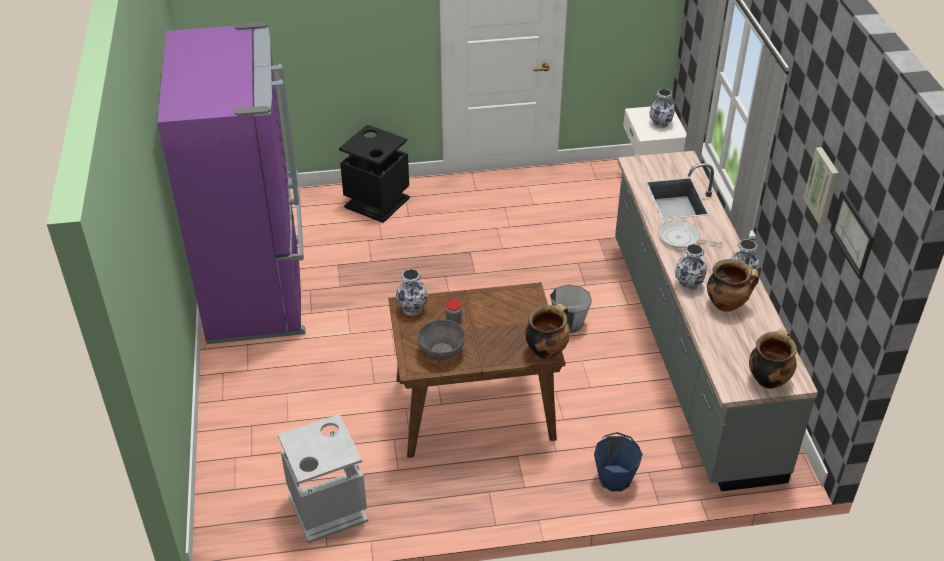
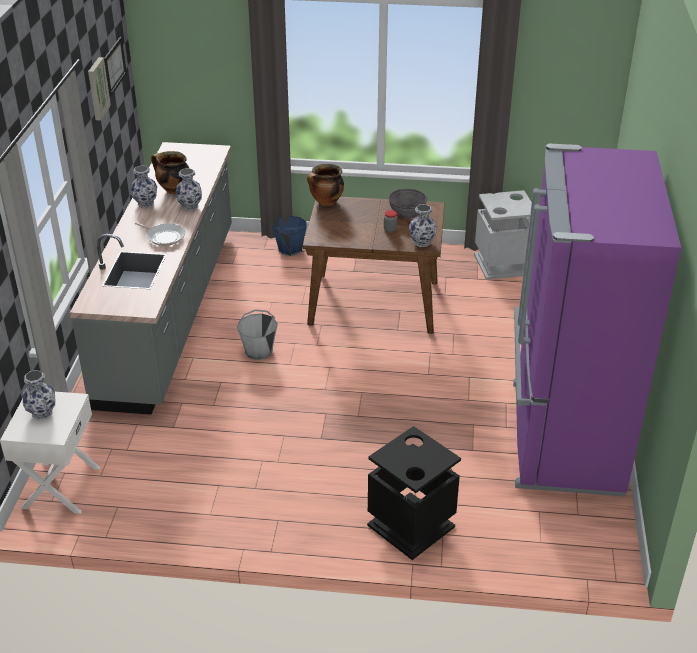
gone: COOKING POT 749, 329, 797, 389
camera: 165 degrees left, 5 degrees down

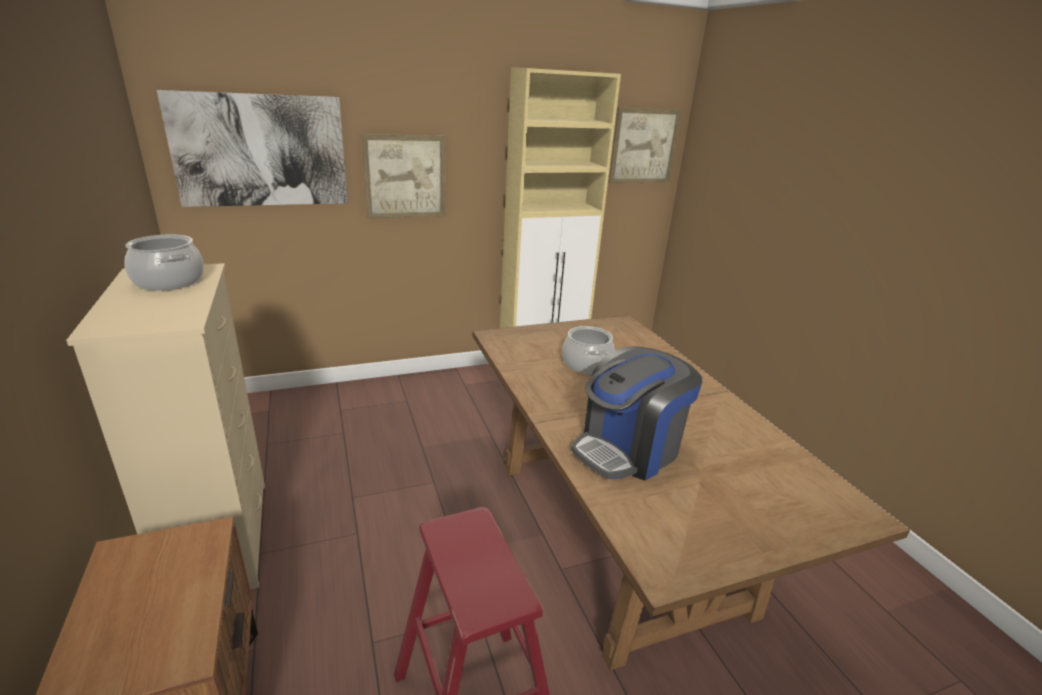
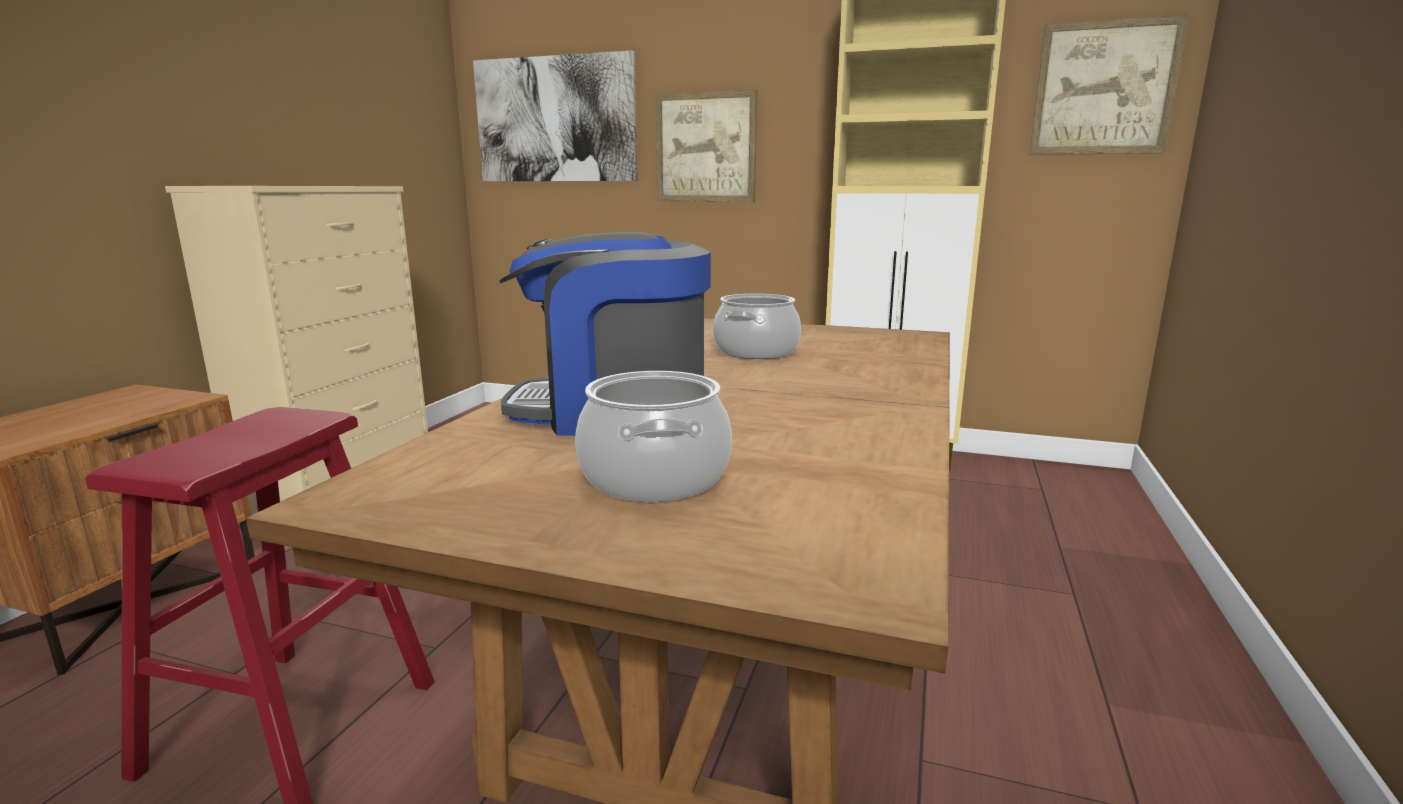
shifted: COOKING POT 124, 234, 204, 291 to 575, 371, 732, 501
camera: 40 degrees right, 10 degrees down

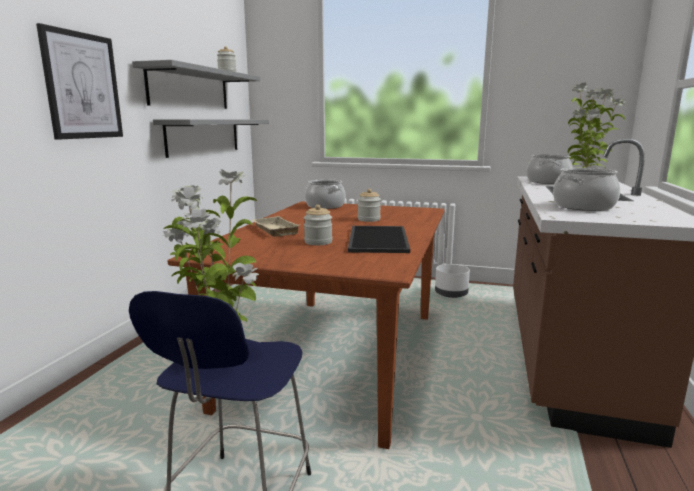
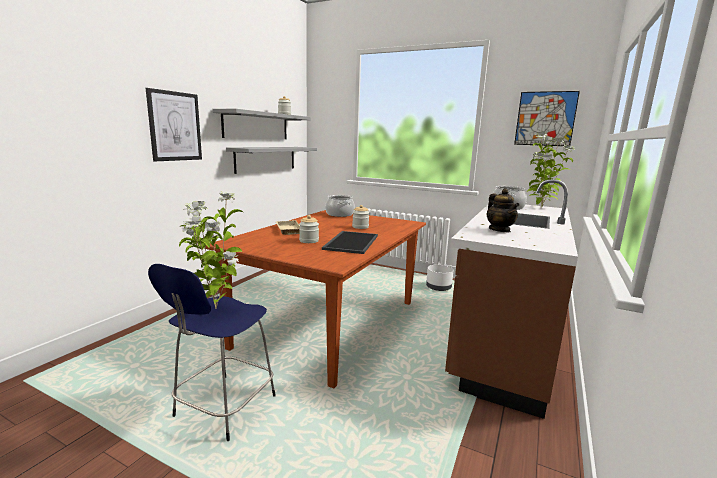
new: PICTURE 514, 91, 580, 146
swapped: COOKING POT 553, 168, 620, 211 to TEAPOT 487, 188, 520, 232
camera: 10 degrees right, 0 degrees up

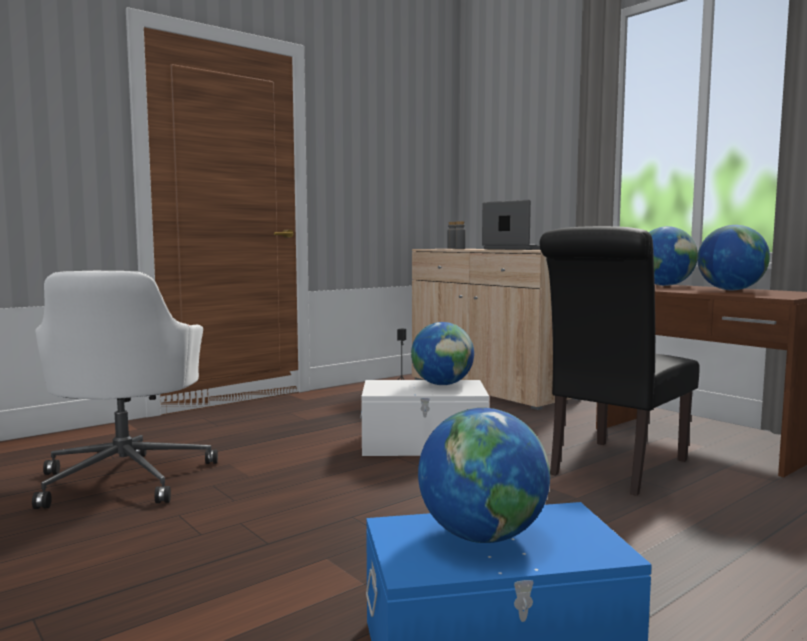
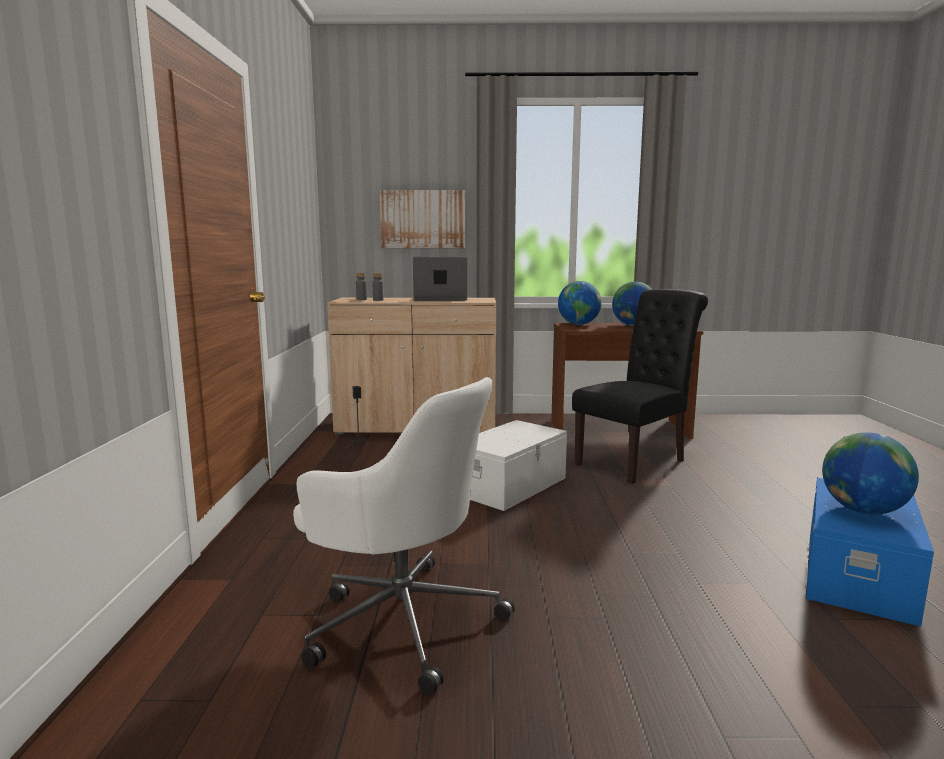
gone: GLOBE 411, 322, 474, 385
new: PICTURE 380, 190, 465, 248
rotated: BLACK CHAIR 539, 226, 700, 496 = 572, 289, 708, 484 120 degrees counterclockwise
camera: 50 degrees left, 5 degrees up

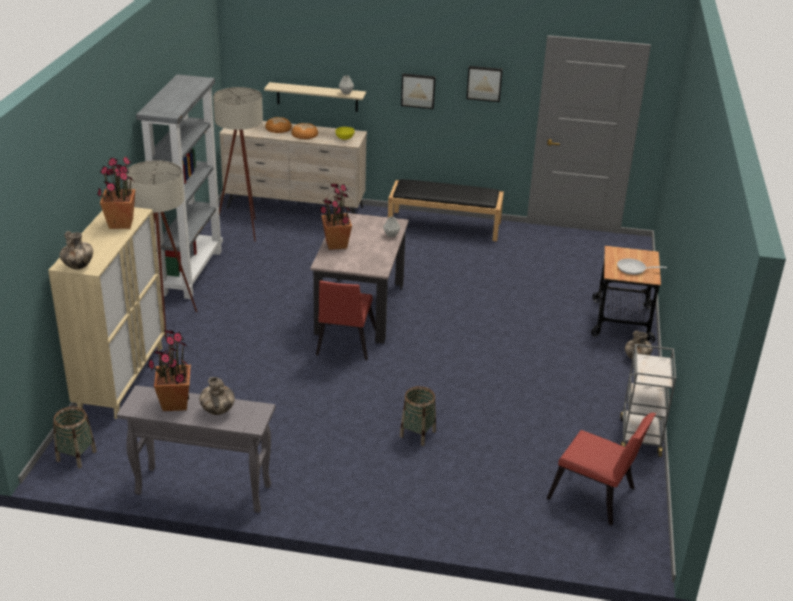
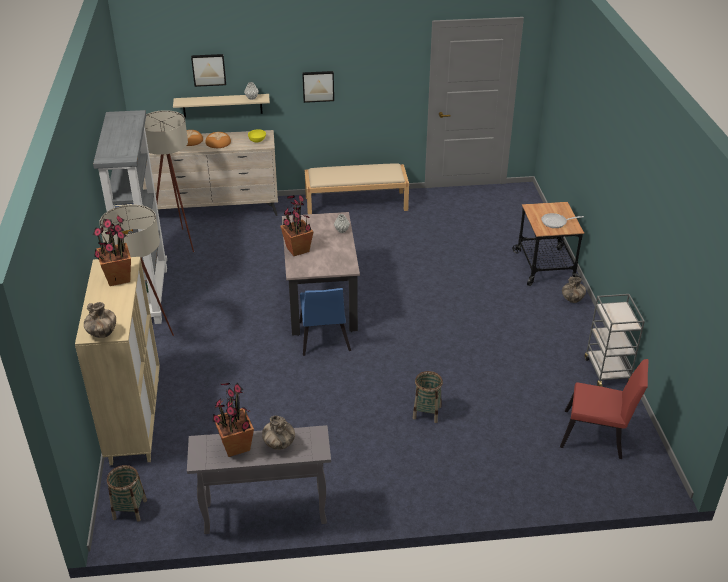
shifted: PICTURE 466, 66, 503, 102 to 191, 54, 226, 87
repainted: BLACK BENCH 388, 179, 504, 241 to BEIGE BENCH 305, 163, 409, 214; RED CHAIR 316, 281, 376, 360 to BLUE CHAIR 299, 288, 351, 356
camera: 15 degrees left, 5 degrees up

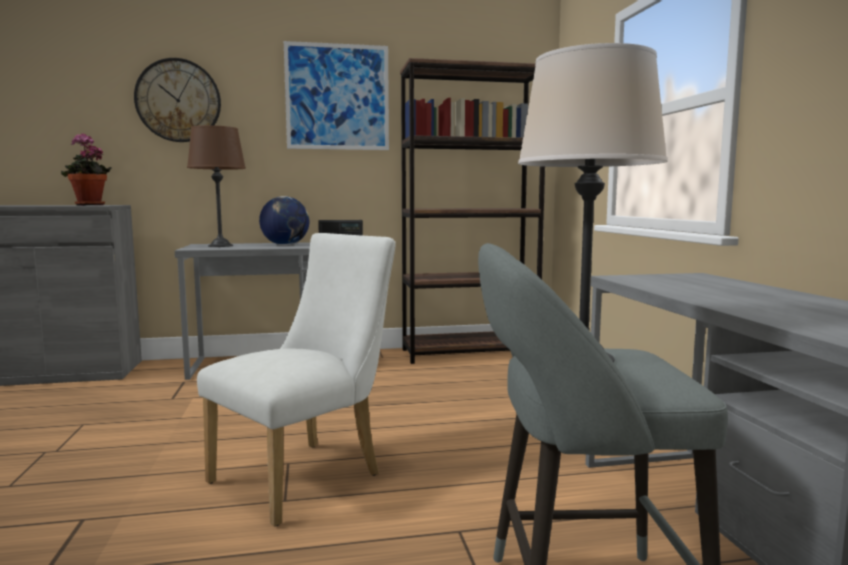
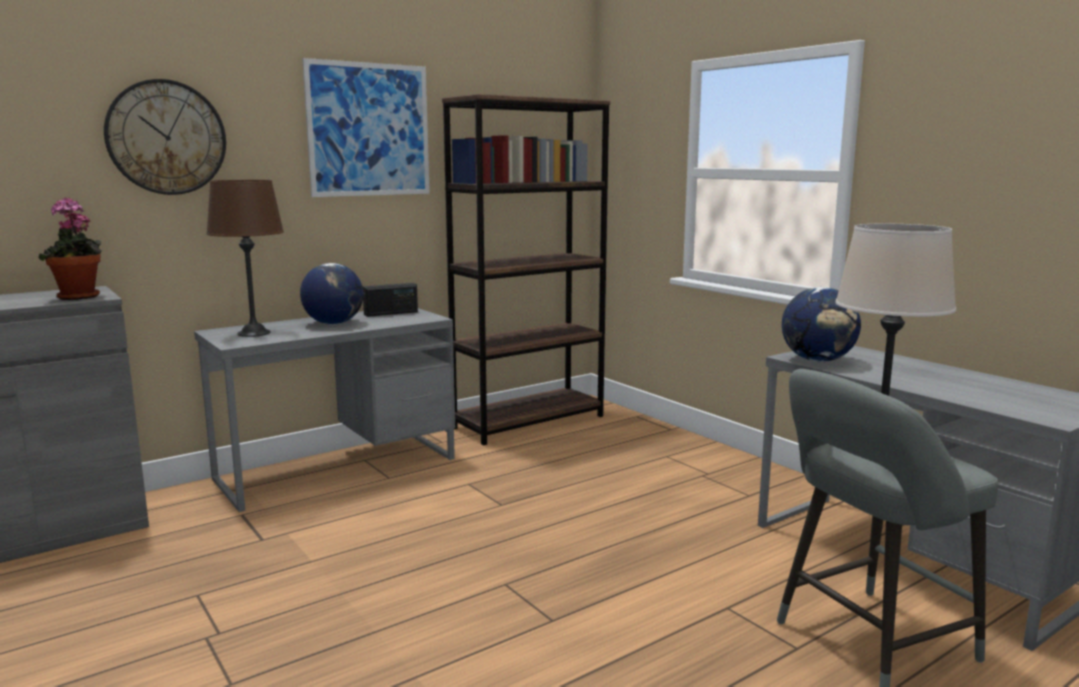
gone: WHITE CHAIR 197, 233, 396, 527
new: GLOBE 782, 287, 861, 362
camera: 25 degrees left, 5 degrees up

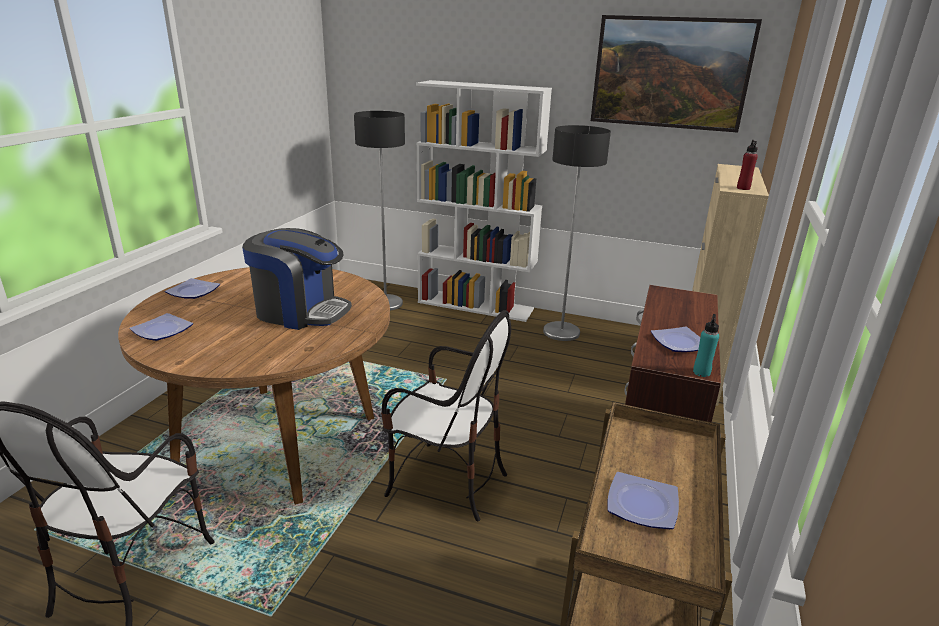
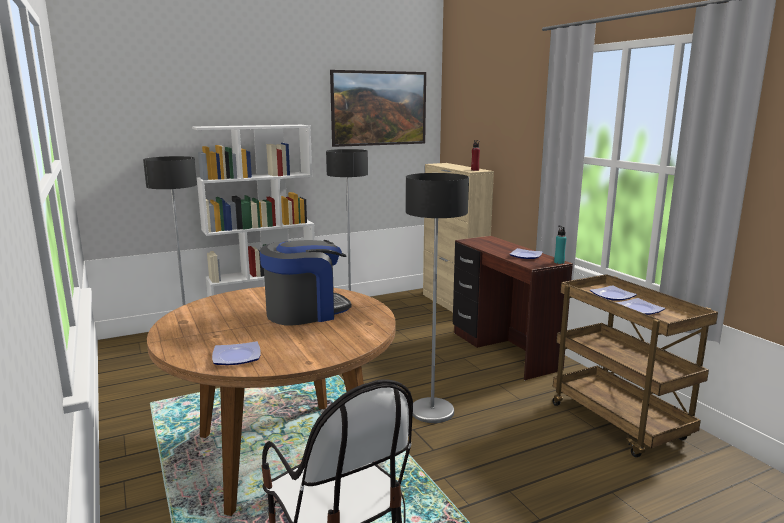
shifted: PLATE 165, 278, 220, 299 to 590, 285, 637, 301
swapped: CHAIR 381, 310, 511, 521 to FLOOR LAMP 405, 173, 469, 423
camera: 45 degrees left, 10 degrees down

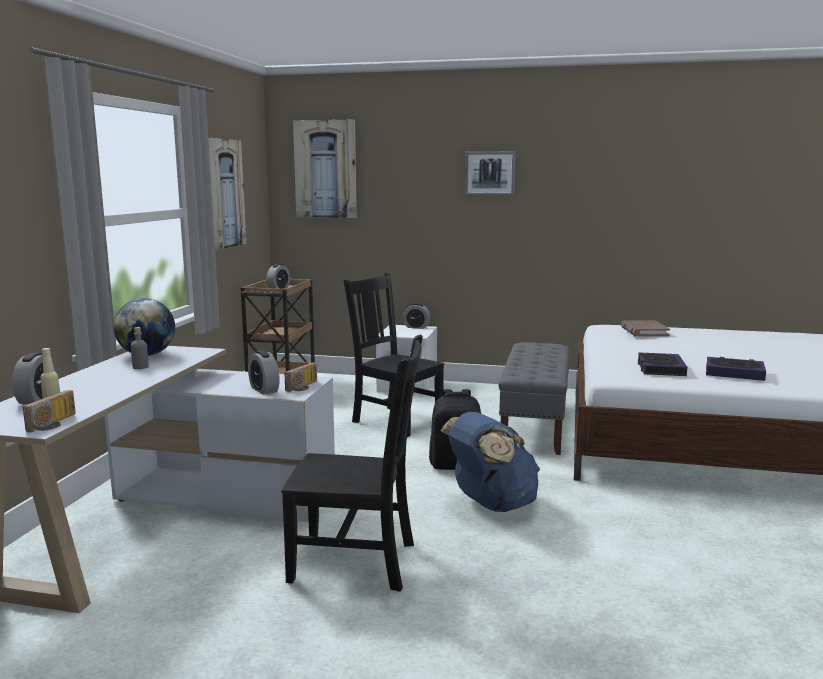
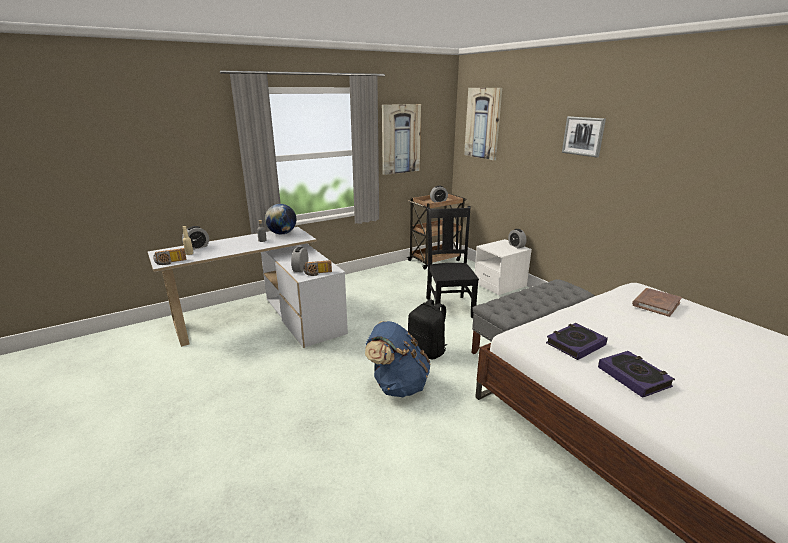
gone: BLACK CHAIR 281, 335, 423, 592
camera: 45 degrees right, 10 degrees up

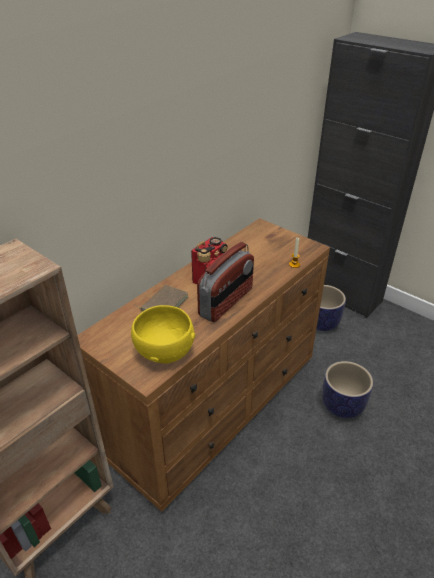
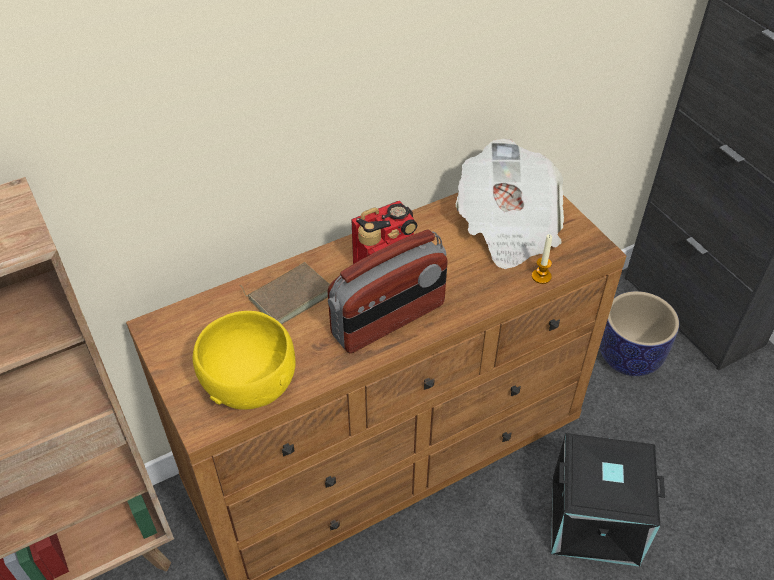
new: NEWSPAPER 455, 139, 564, 269
swapped: PLANTER 322, 361, 373, 418 to BLACK STORAGE BOX 551, 433, 665, 567
camera: 20 degrees right, 10 degrees up

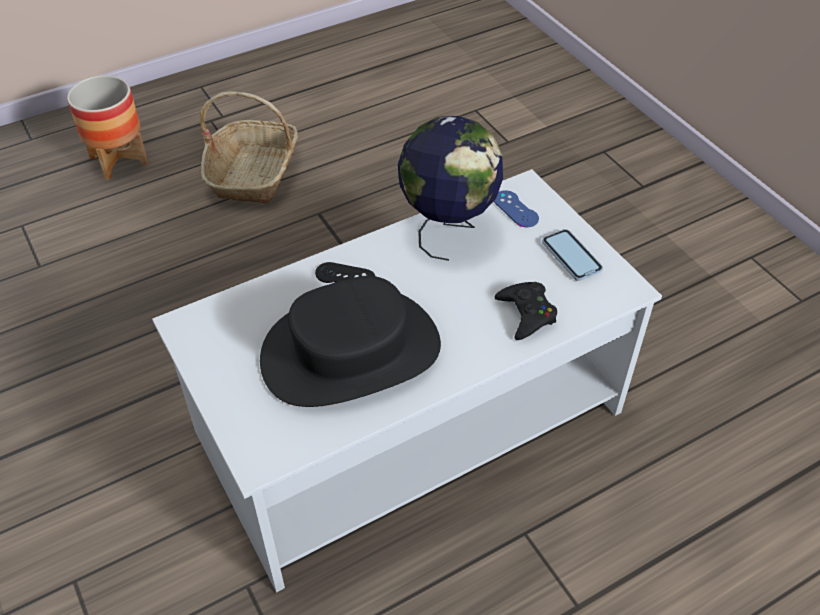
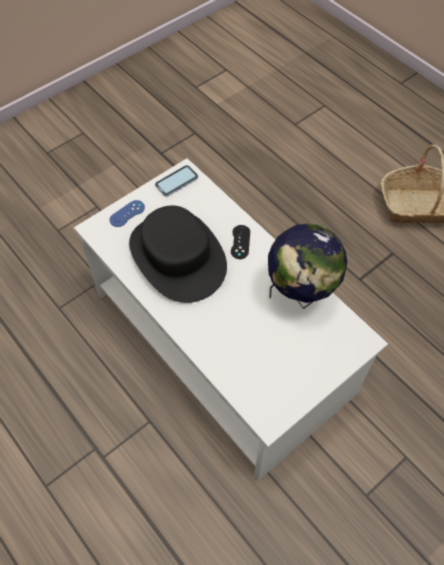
gone: PLANTER 67, 75, 148, 180; BLACK GAME CONTROLLER 495, 282, 557, 340
shifted: BLUE GAME CONTROLLER 494, 190, 539, 227 to 109, 200, 145, 227; PHONE 542, 229, 603, 281 to 155, 165, 198, 197
camera: 80 degrees right, 10 degrees up

